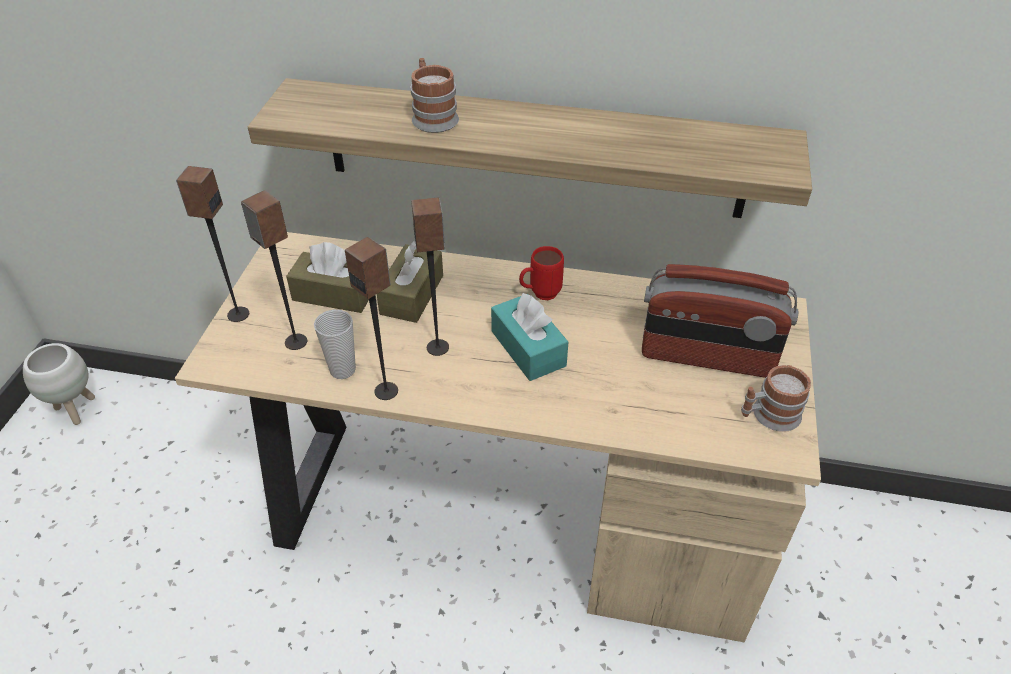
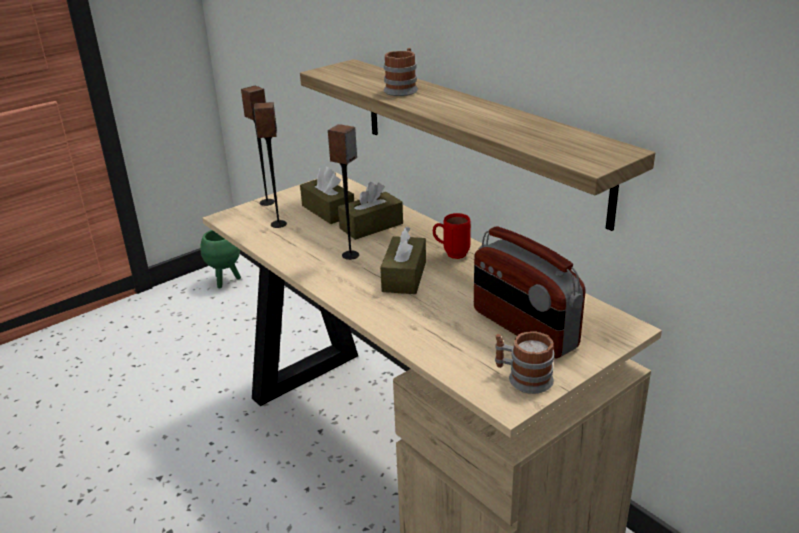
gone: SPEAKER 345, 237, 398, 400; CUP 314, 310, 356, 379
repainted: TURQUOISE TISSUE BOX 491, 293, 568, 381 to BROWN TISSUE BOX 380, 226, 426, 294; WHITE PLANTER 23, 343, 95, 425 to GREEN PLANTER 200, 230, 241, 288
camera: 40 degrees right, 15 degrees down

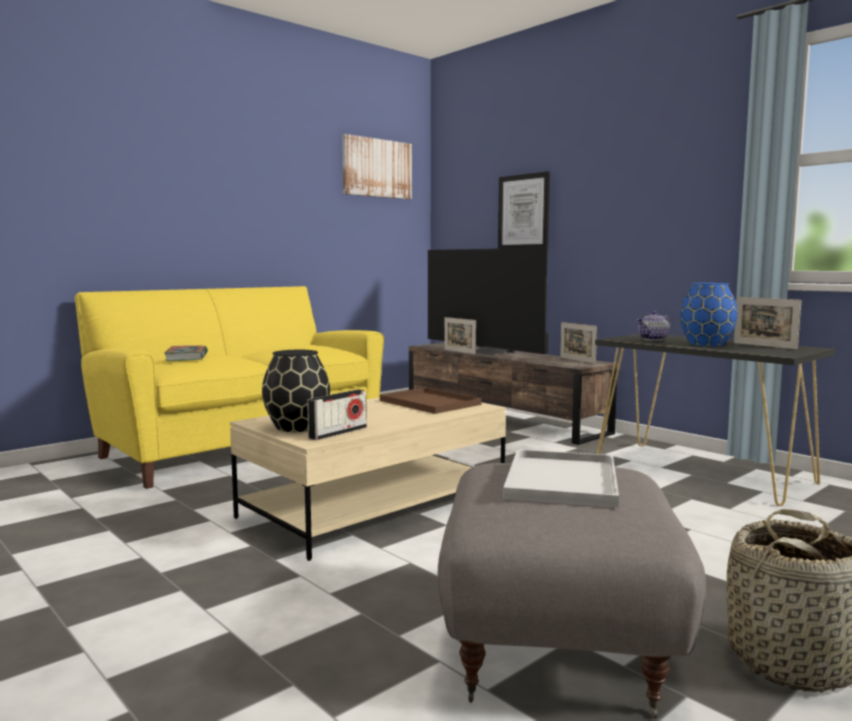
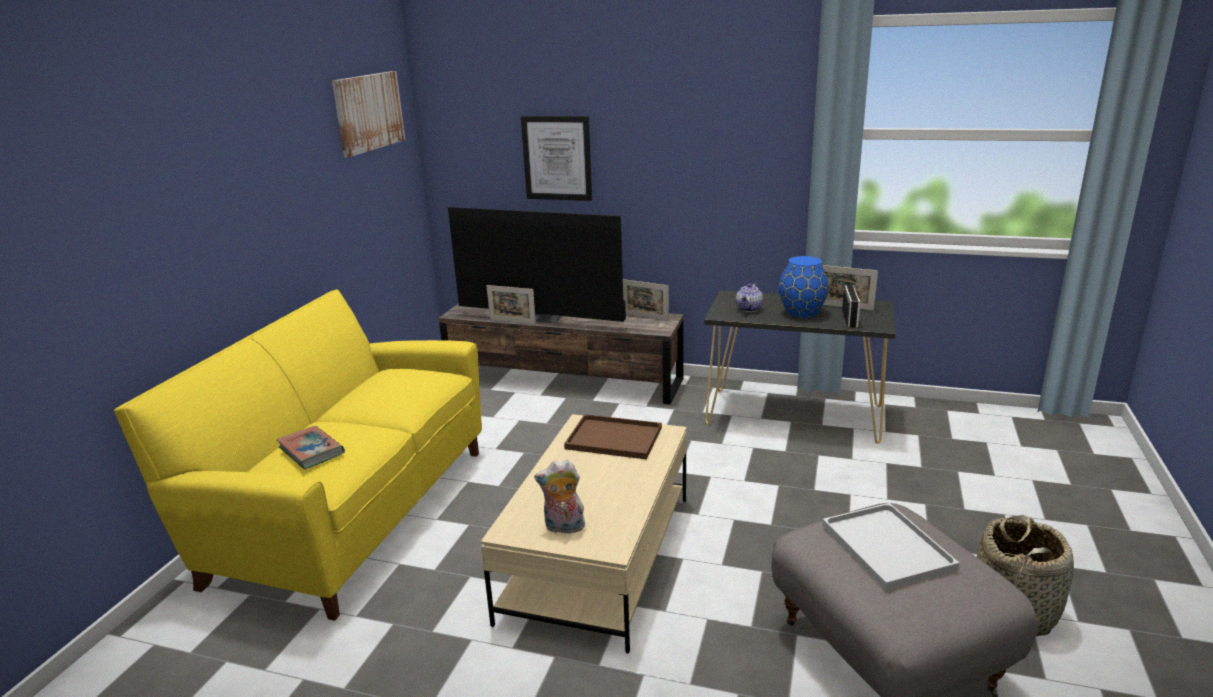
shifted: RADIO 307, 389, 367, 440 to 842, 285, 861, 328
swapped: BLACK VASE 262, 350, 330, 432 to PLUSH TOY 534, 459, 585, 536
camera: 30 degrees left, 15 degrees up

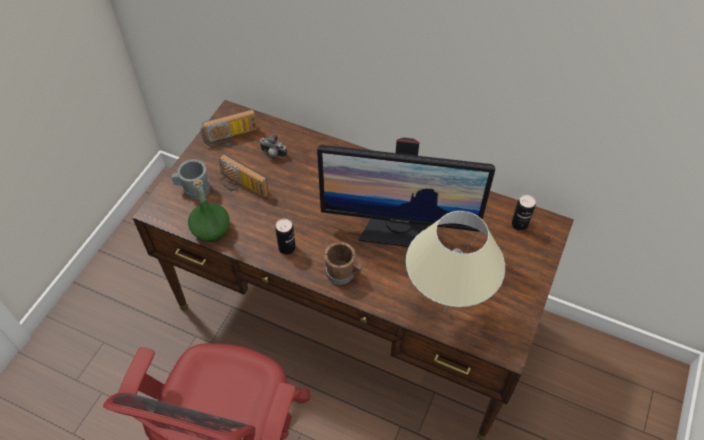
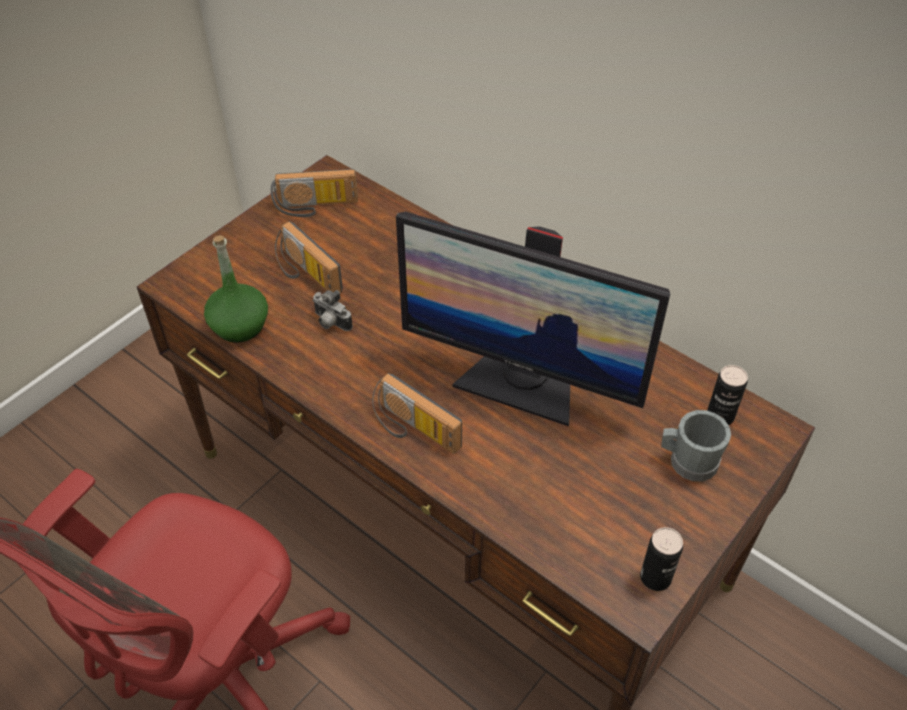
gone: BEIGE TABLE LAMP 406, 211, 505, 312
shifted: PHOTO CAMERA 259, 134, 287, 159 to 312, 290, 353, 331; GREY MUG 171, 159, 210, 200 to 661, 410, 731, 482; CAN 275, 219, 296, 254 to 640, 527, 683, 591
swapped: BROWN MUG 324, 242, 362, 285 to RADIO 372, 373, 462, 454
camera: 15 degrees right, 5 degrees down

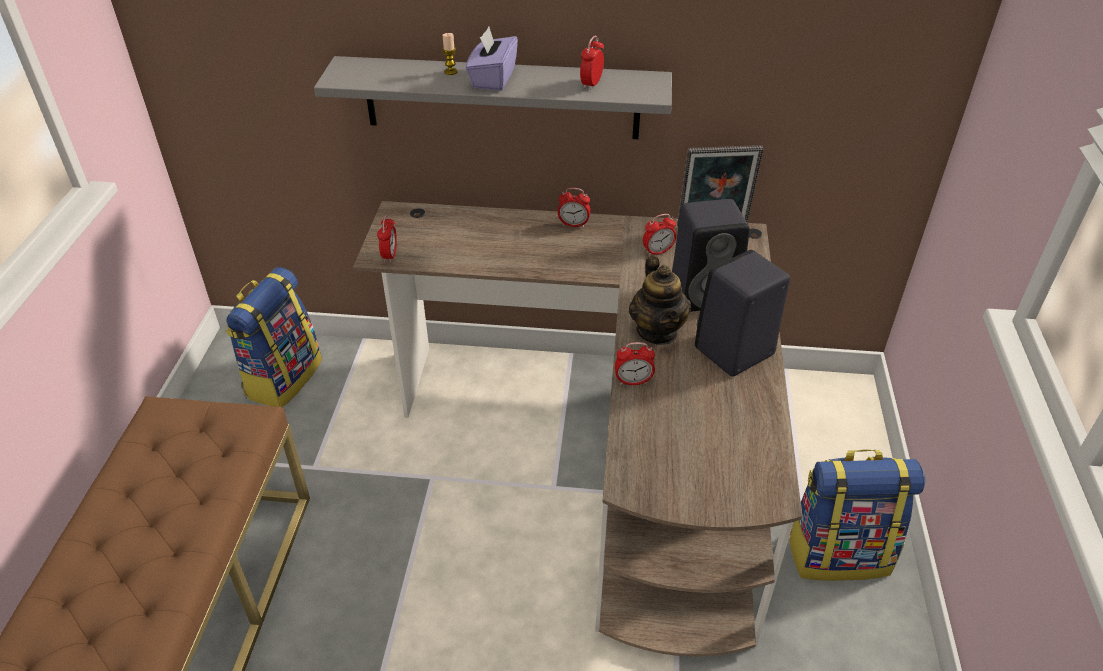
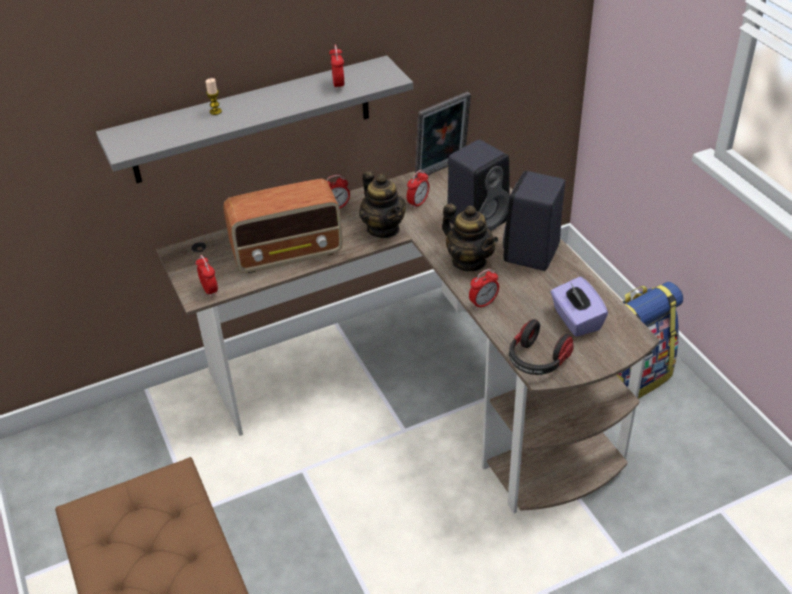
gone: BACKPACK 225, 267, 322, 407
new: TEAPOT 359, 171, 406, 238; RADIO 224, 179, 343, 273; HEADPHONES 509, 319, 574, 375
shifted: PURPLE TISSUE BOX 465, 27, 518, 91 to 551, 277, 608, 337
camera: 30 degrees left, 0 degrees up

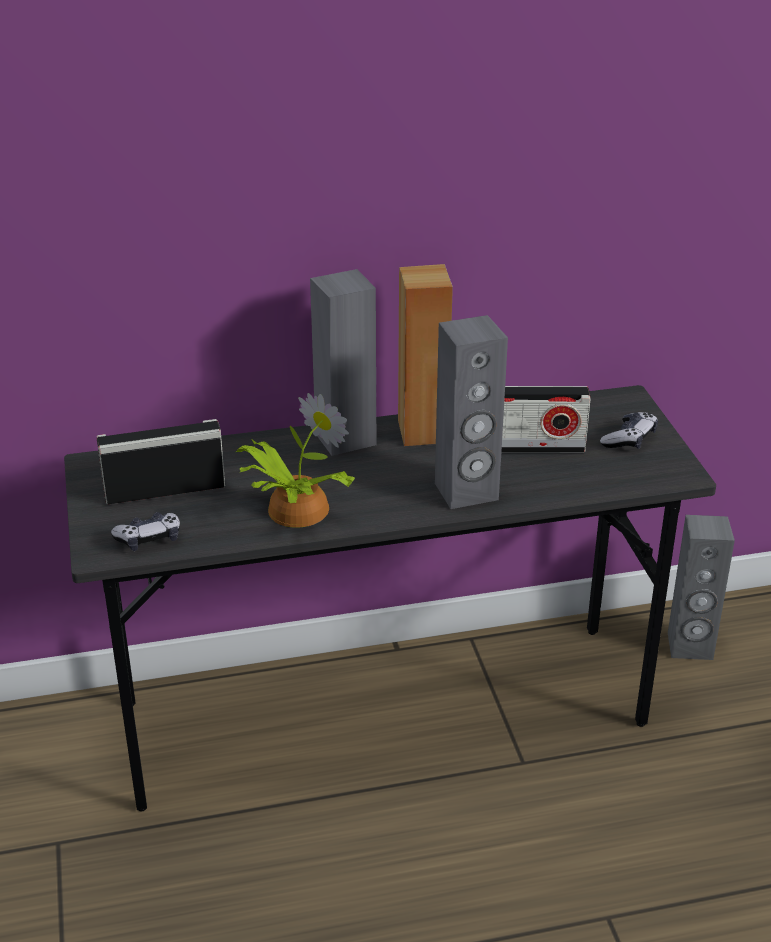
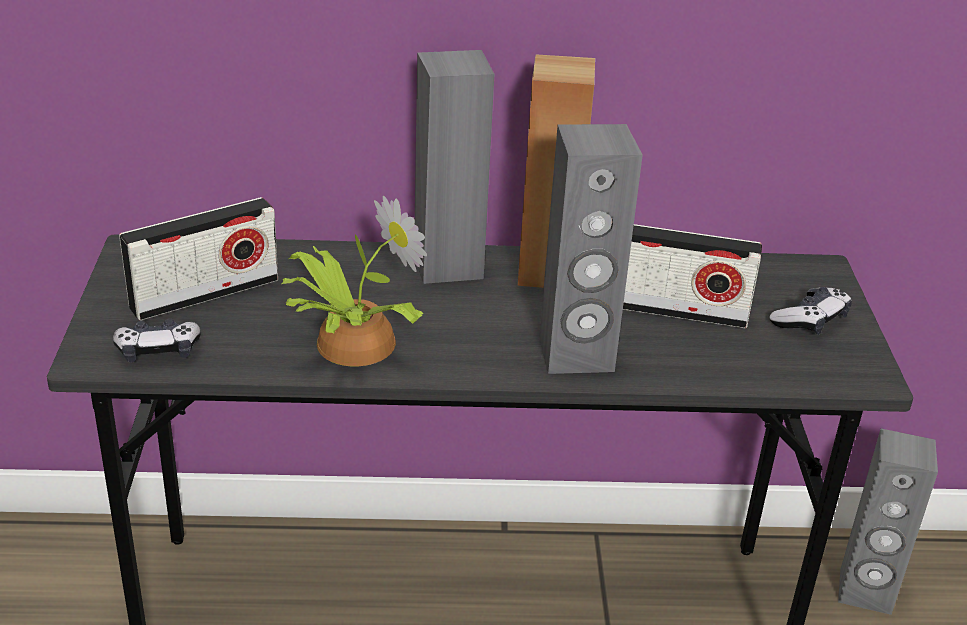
rotated: RADIO 97, 419, 225, 504 = 119, 197, 278, 321 150 degrees clockwise
camera: 10 degrees right, 0 degrees up

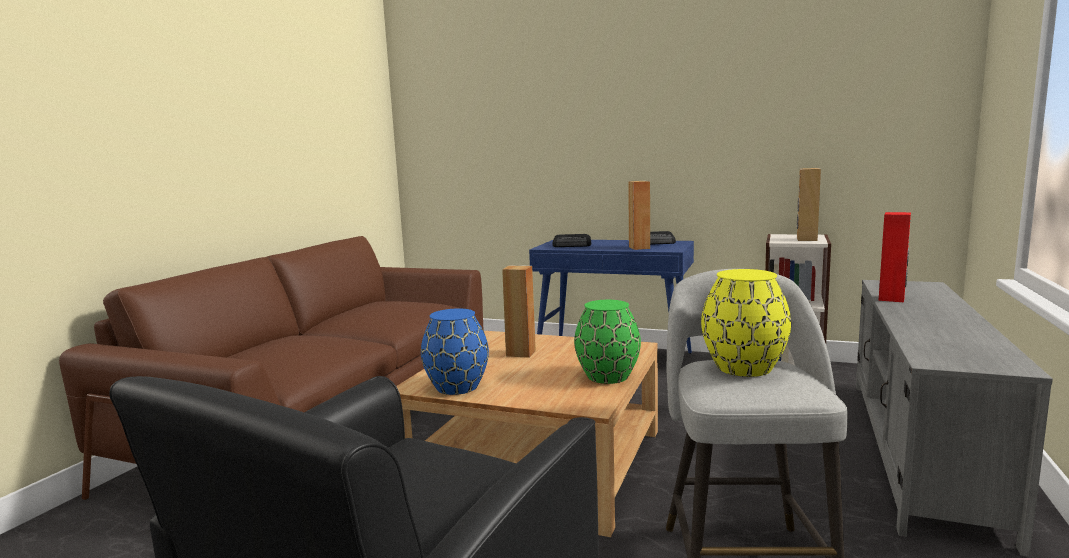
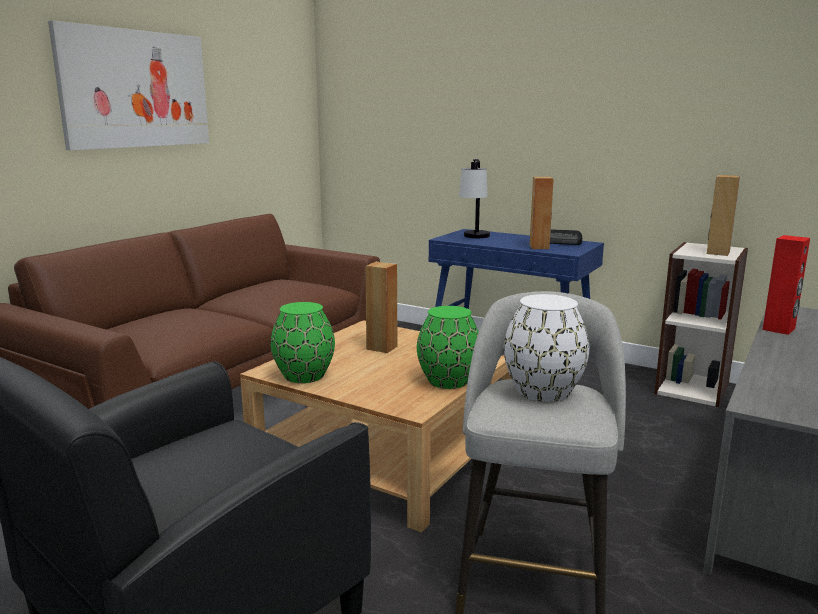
new: PICTURE 48, 20, 209, 150
swapped: RADIO 552, 234, 592, 247 to TABLE LAMP 459, 159, 490, 238
repainted: YELLOW VASE 701, 269, 791, 377 to WHITE VASE 504, 294, 589, 402; BLUE VASE 421, 308, 489, 395 to GREEN VASE 271, 302, 335, 383
camera: 10 degrees right, 5 degrees up

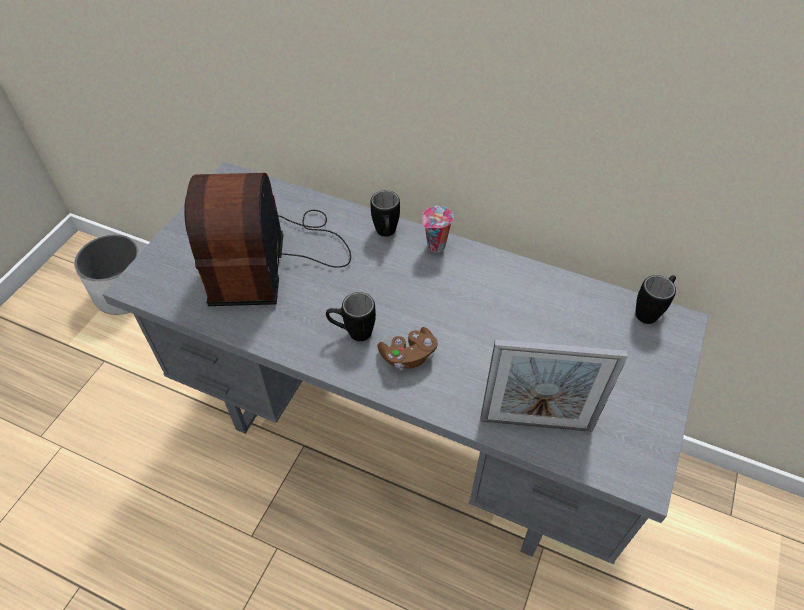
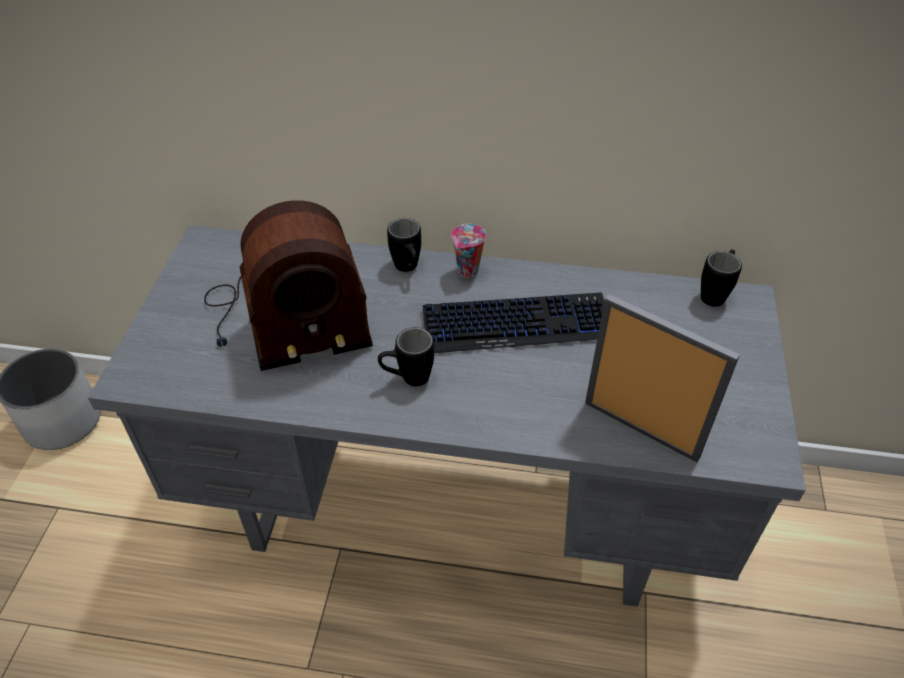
gone: BROWN GAME CONTROLLER 378, 327, 438, 369
new: KEYBOARD 422, 292, 604, 353
rotated: RADIO 184, 173, 351, 306 = 204, 200, 373, 371 90 degrees counterclockwise; PICTURE FRAME 480, 340, 628, 432 = 585, 294, 740, 462 135 degrees counterclockwise
camera: 15 degrees left, 5 degrees down

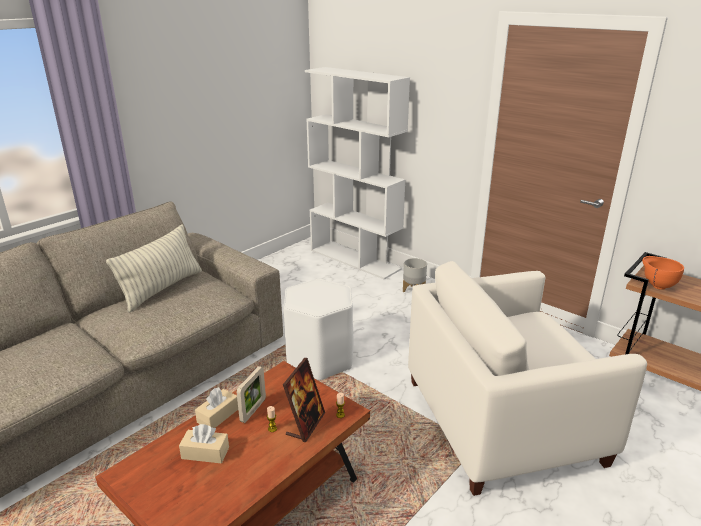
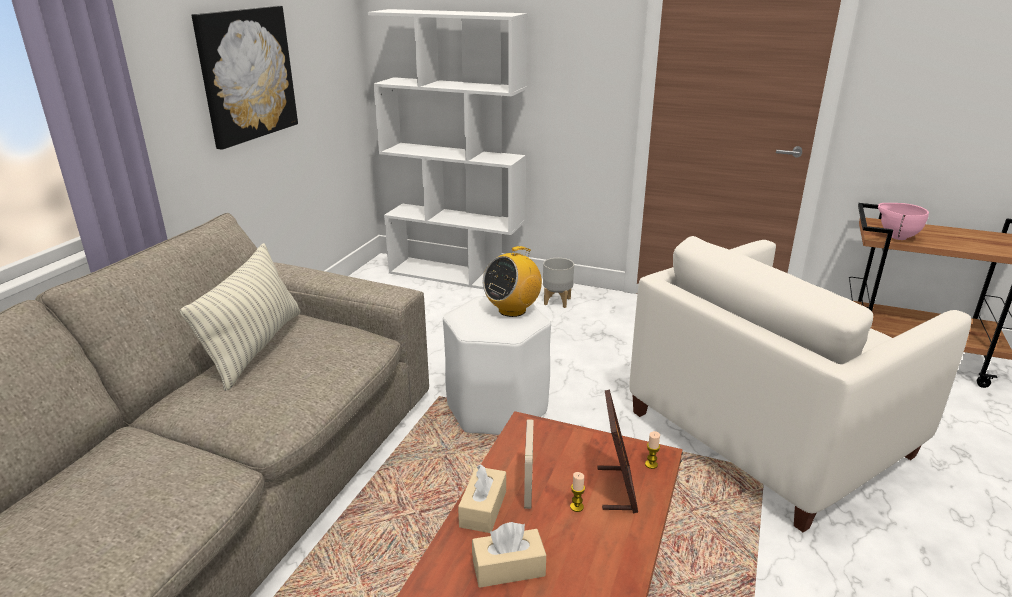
new: PICTURE 191, 6, 298, 150; RADIO 483, 246, 542, 317
repainted: ORANGE BOWL 642, 256, 684, 290 to PINK BOWL 878, 203, 929, 240
camera: 20 degrees left, 0 degrees up

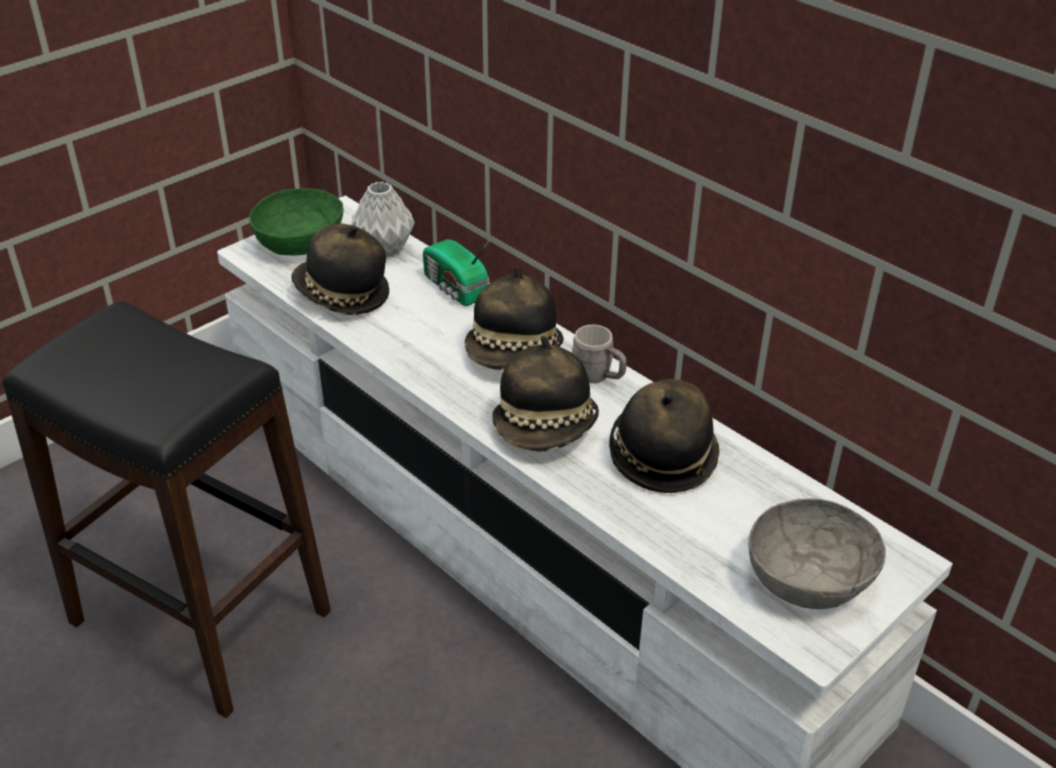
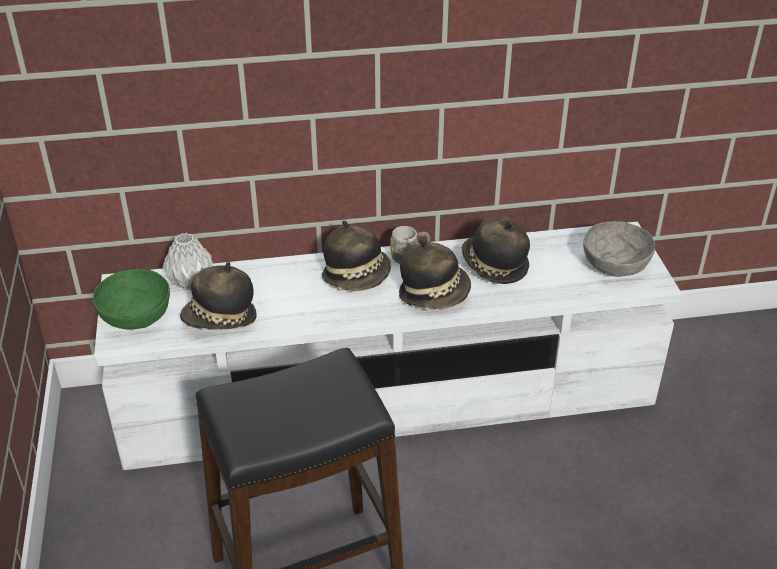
gone: RADIO 423, 237, 492, 306
camera: 55 degrees left, 0 degrees up

